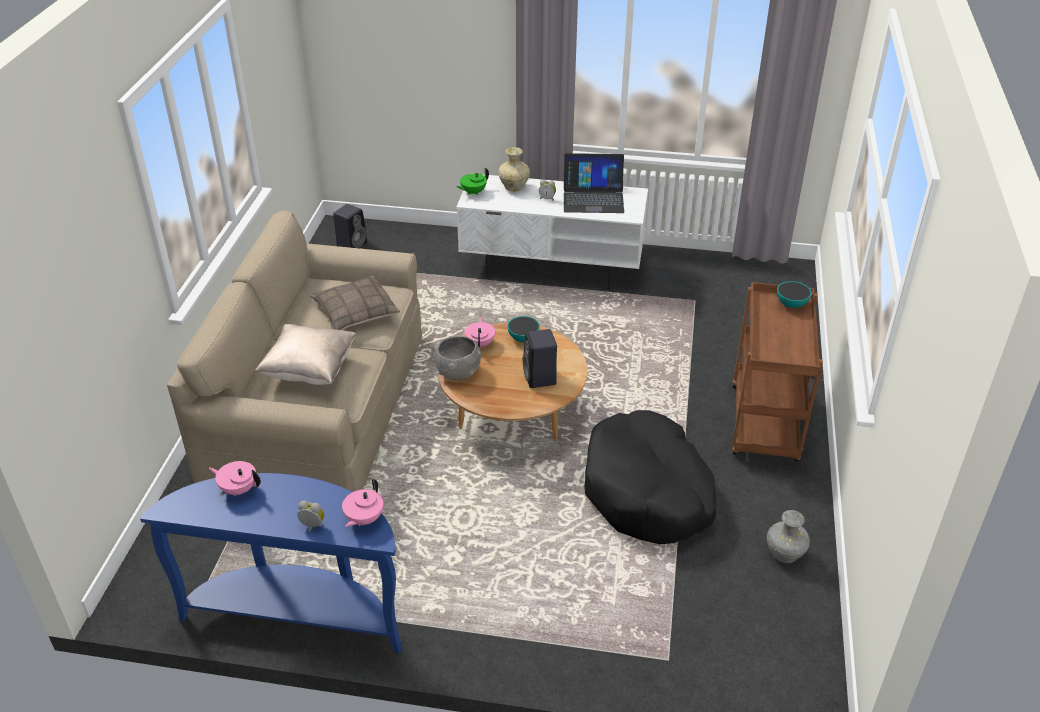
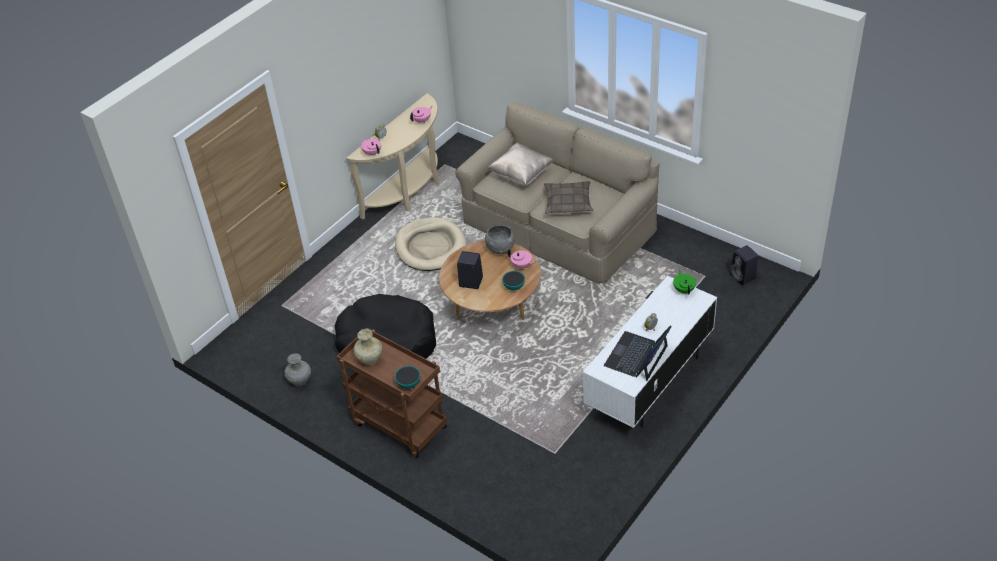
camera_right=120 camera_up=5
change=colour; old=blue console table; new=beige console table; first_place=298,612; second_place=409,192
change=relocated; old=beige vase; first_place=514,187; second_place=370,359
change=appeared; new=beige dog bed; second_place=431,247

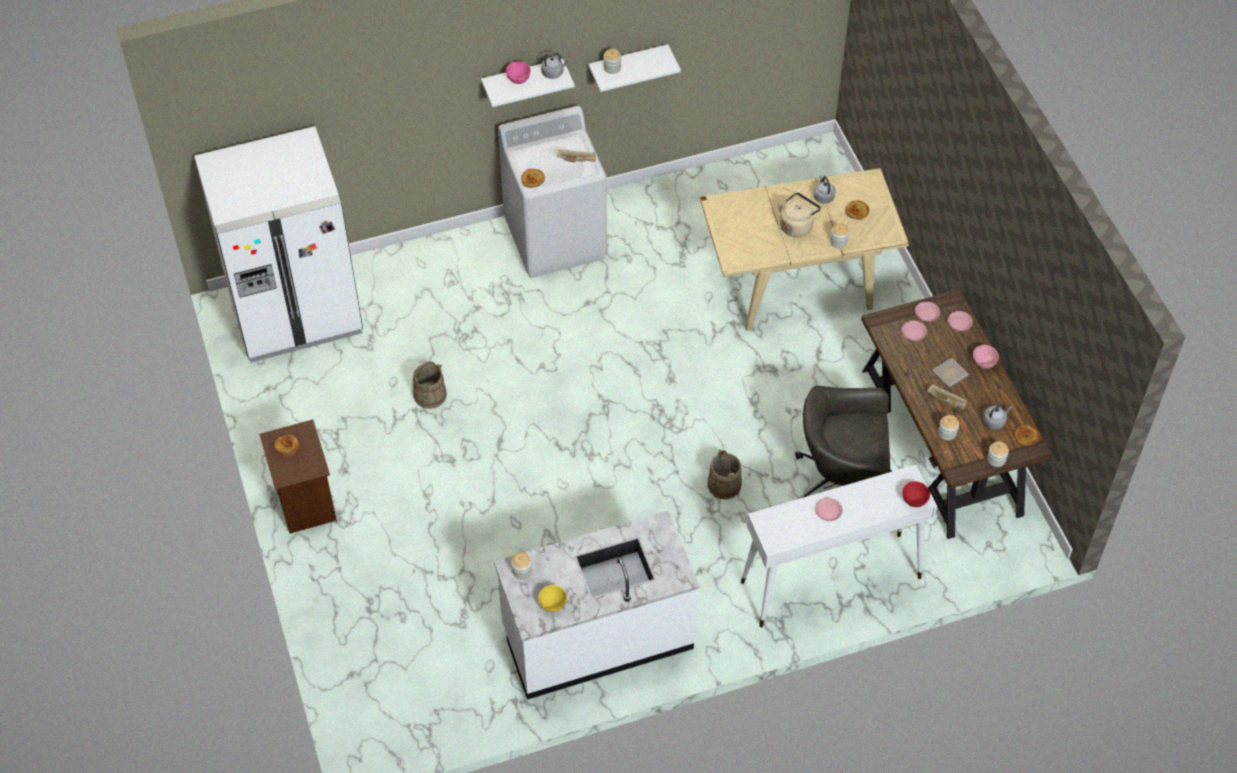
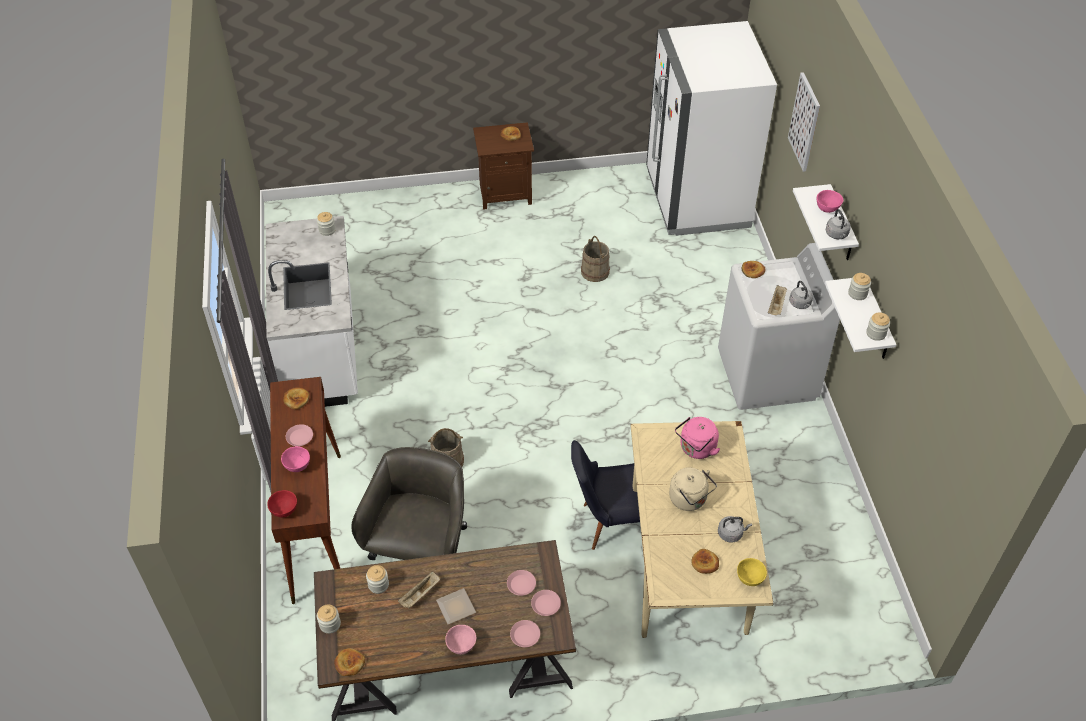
camera_right=100 camera_up=-5
change=colour; old=white console table; new=brown console table; first_place=830,580; second_place=317,525
change=appeared; new=pink bowl; second_place=297,466
change=appeared; new=bread; second_place=296,399
change=appeared; new=black chair; second_place=609,523
change=appeared; new=pink kettle; second_place=696,449
change=relocated; old=yellow bowl; first_place=553,604; second_place=750,579
change=appeared; new=picture; second_place=804,122
change=relocated; old=grey kettle; first_place=994,421; second_place=800,304
change=relocated; old=jar; first_place=838,241; second_place=876,333

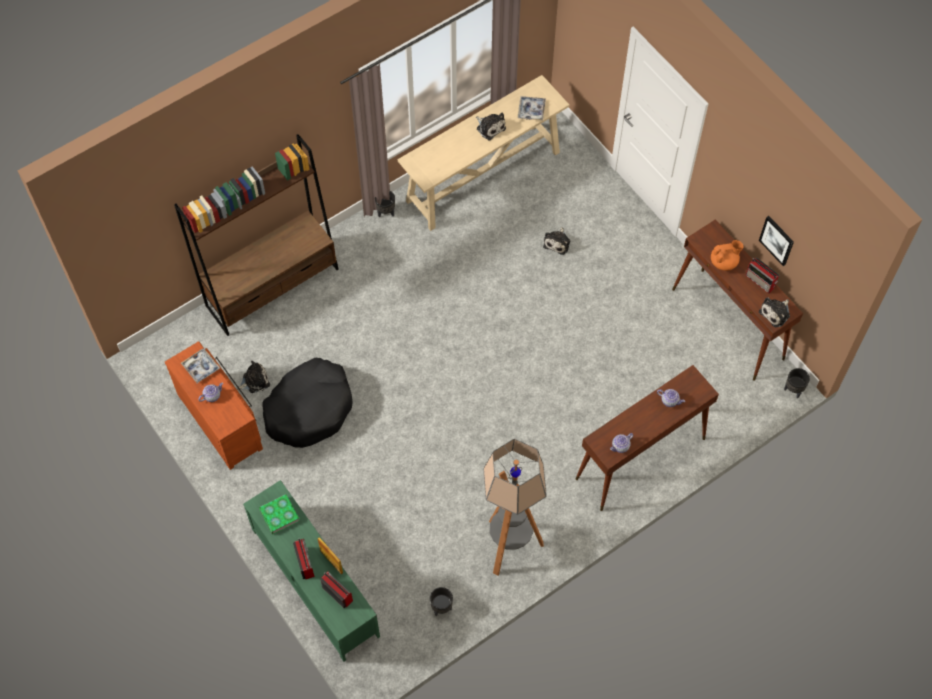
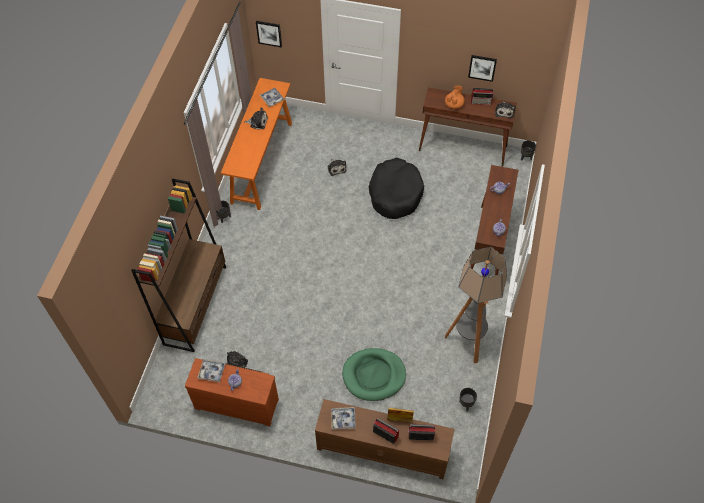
camera_right=-40 camera_up=-5
change=colour; old=beige console table; new=orange console table; first_place=484,176; second_place=262,161
change=appeared; new=picture; second_place=269,33
change=colour; old=green tv stand; new=brown tv stand; first_place=314,581; second_place=382,448
change=exchanged; old=book; new=tray; first_place=279,515; second_place=343,419
change=appeared; new=green dog bed; second_place=374,375
change=relocated; old=black dog bed; first_place=309,408; second_place=395,193

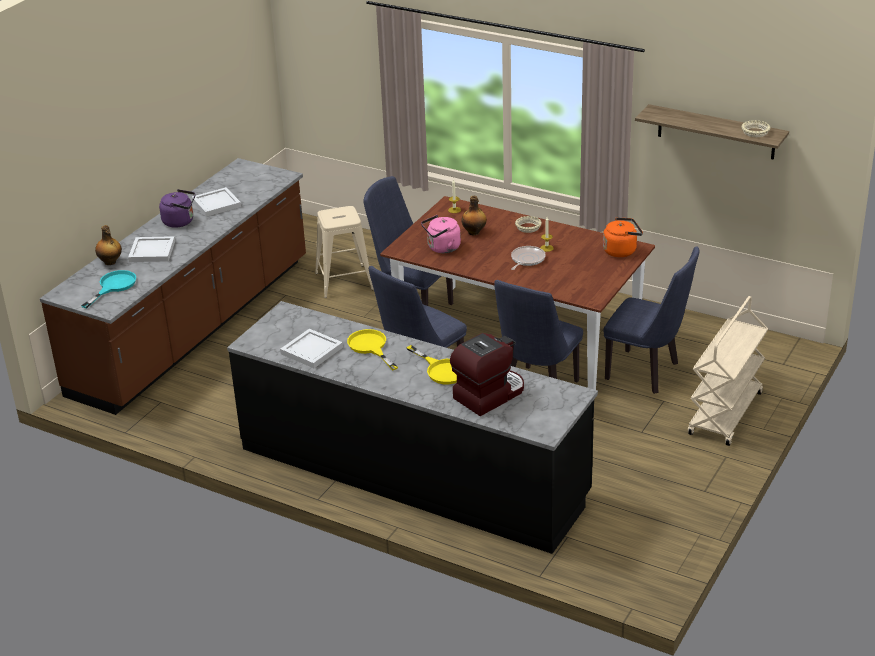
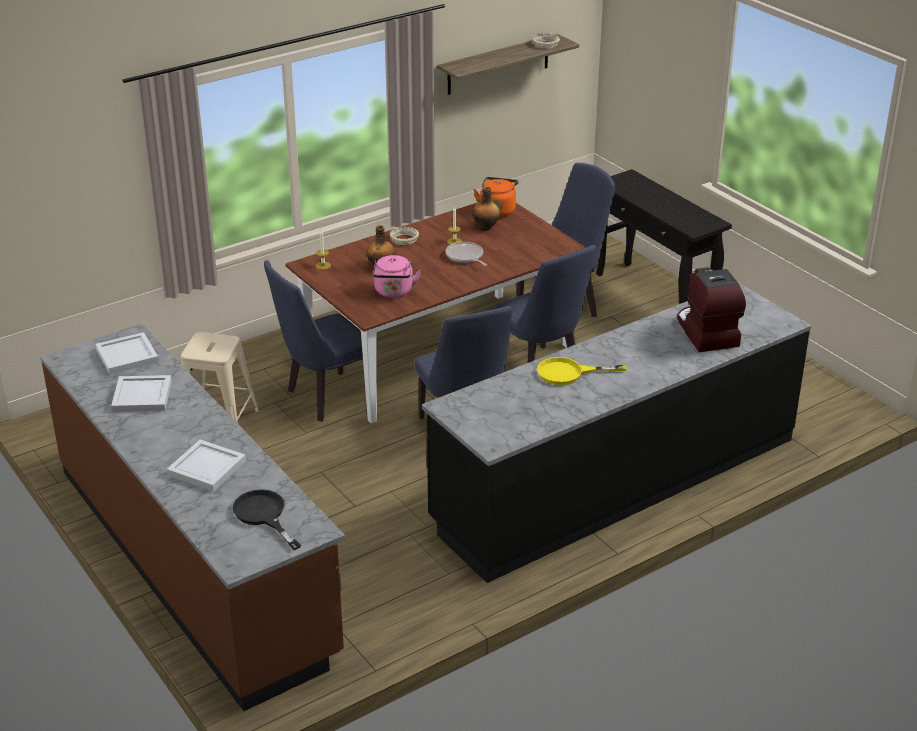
camera_right=-65 camera_up=0
change=relocated; old=white tray; first_place=312,350; second_place=128,355
change=colour; old=turquoise frying pan; new=black frying pan; first_place=113,286; second_place=264,515
change=relocated; old=bottle; first_place=110,262; second_place=486,227
change=exchanged; old=beige cart; new=black console table; first_place=726,414; second_place=654,296
change=missing; old=purple kettle; first_place=180,221
change=missing; old=yellow frying pan; first_place=442,370

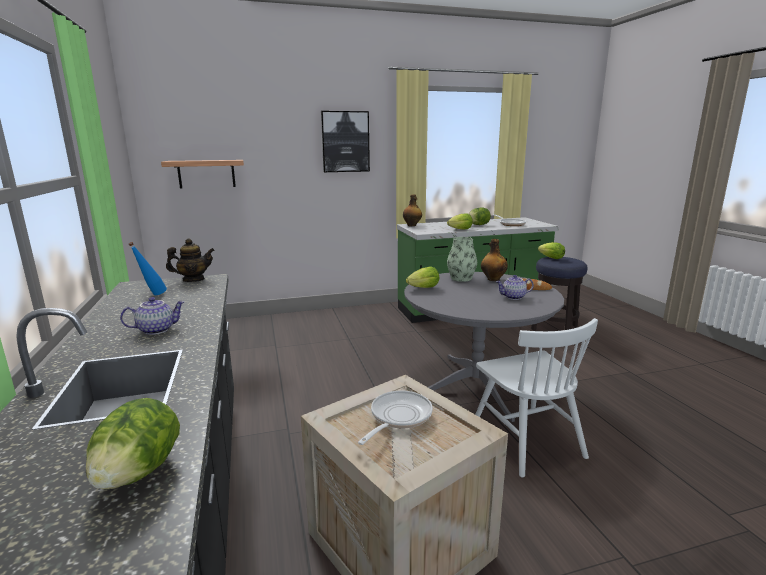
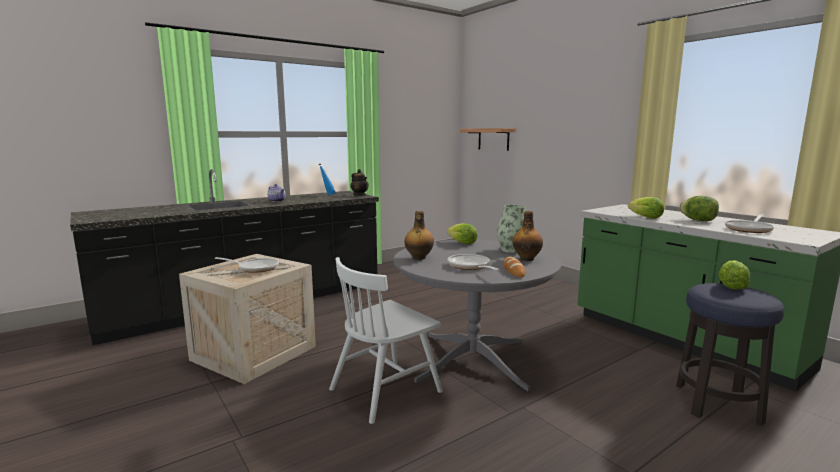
camera_right=70 camera_up=-5
change=relocated; old=bottle; first_place=412,225; second_place=418,258
change=exchanged; old=teapot; new=frying pan; first_place=513,297; second_place=470,266
change=missing; old=lettuce; first_place=139,472
change=missing; old=picture; first_place=345,142

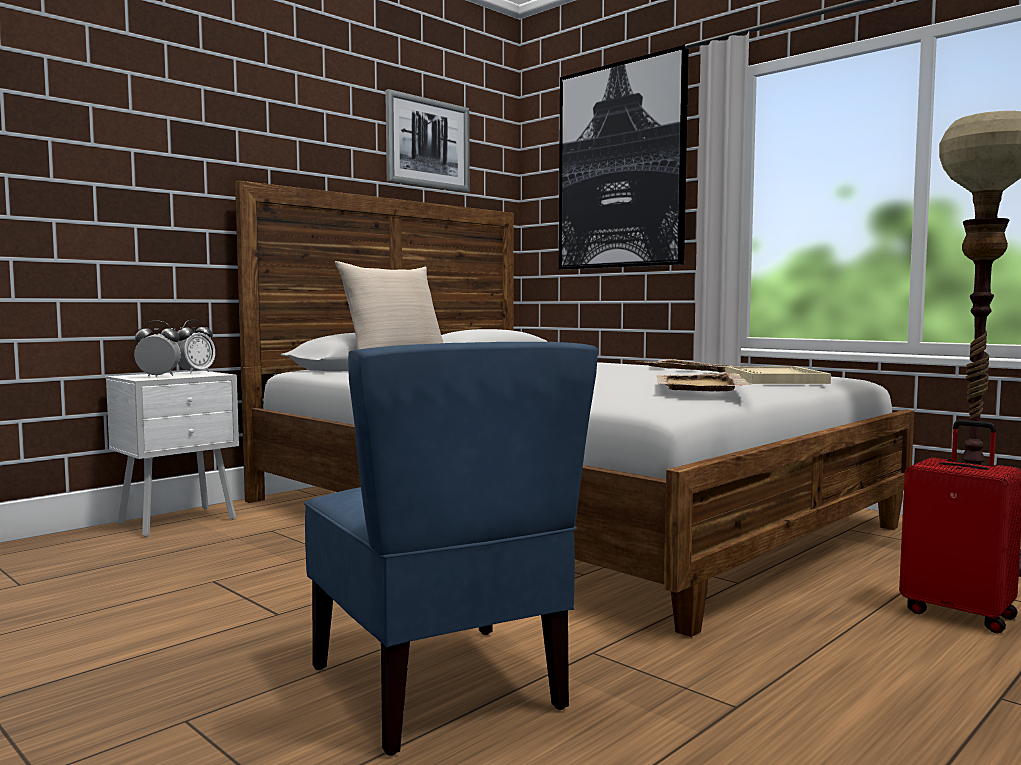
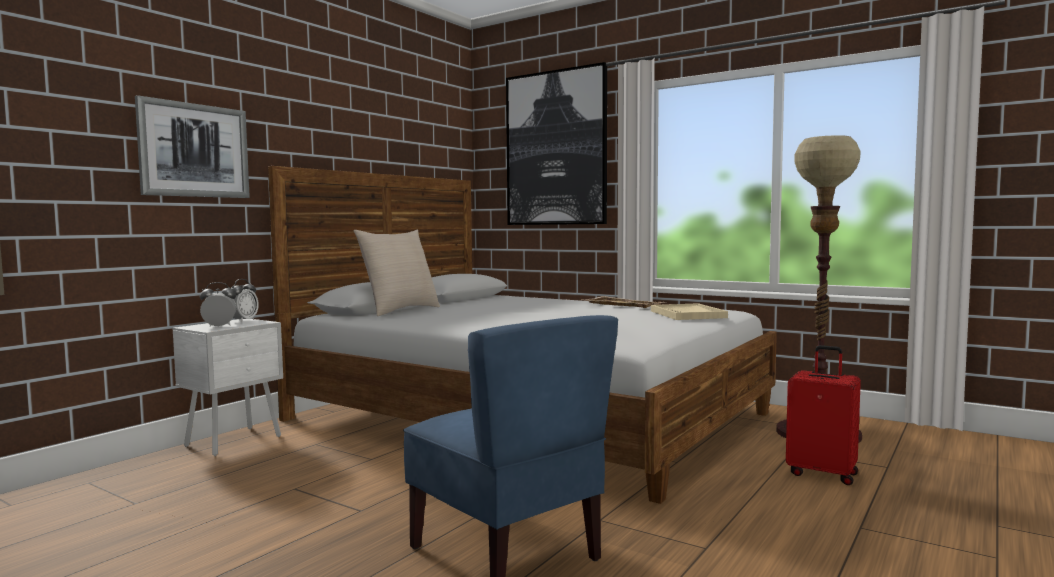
camera_right=-10 camera_up=0
change=relocated; old=picture; first_place=428,143; second_place=194,150
change=missing; old=beige tray; first_place=699,387

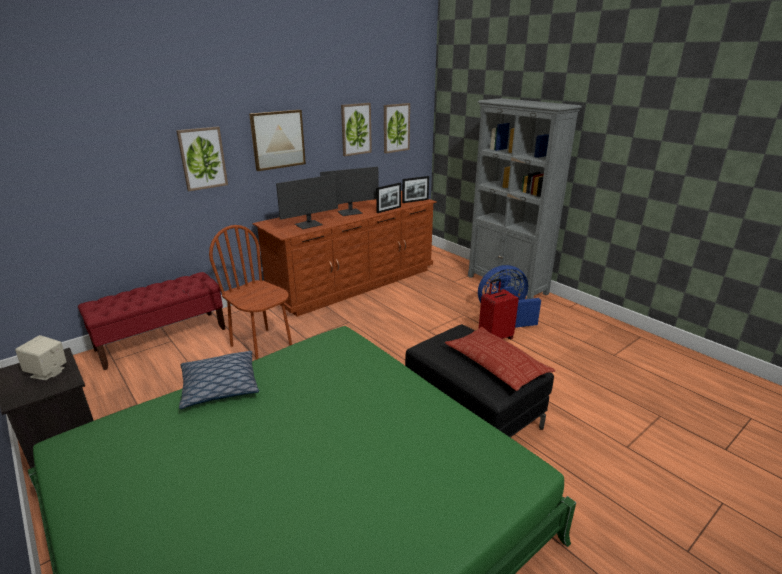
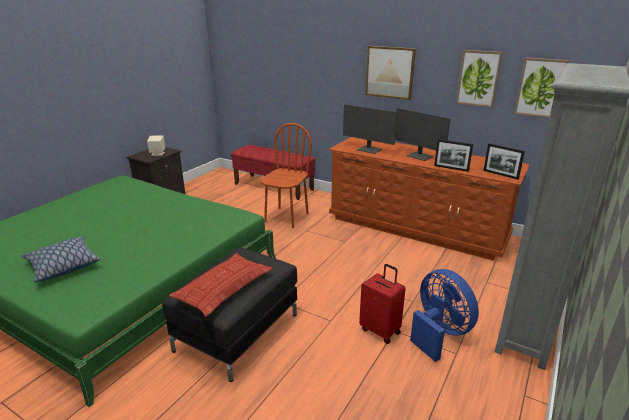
camera_right=70 camera_up=0
change=relocated; old=pillow; first_place=220,387; second_place=63,266
change=missing; old=picture; first_place=202,158

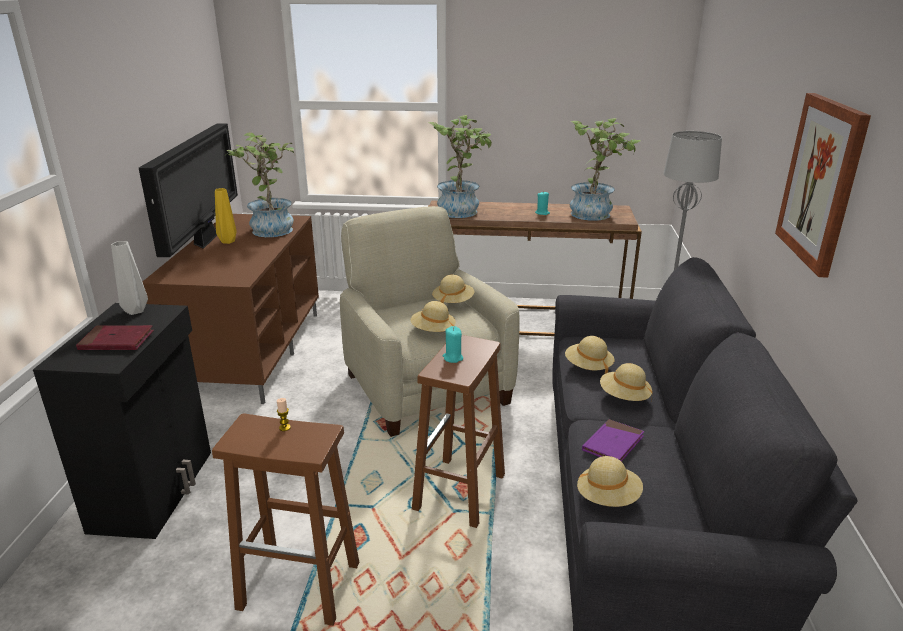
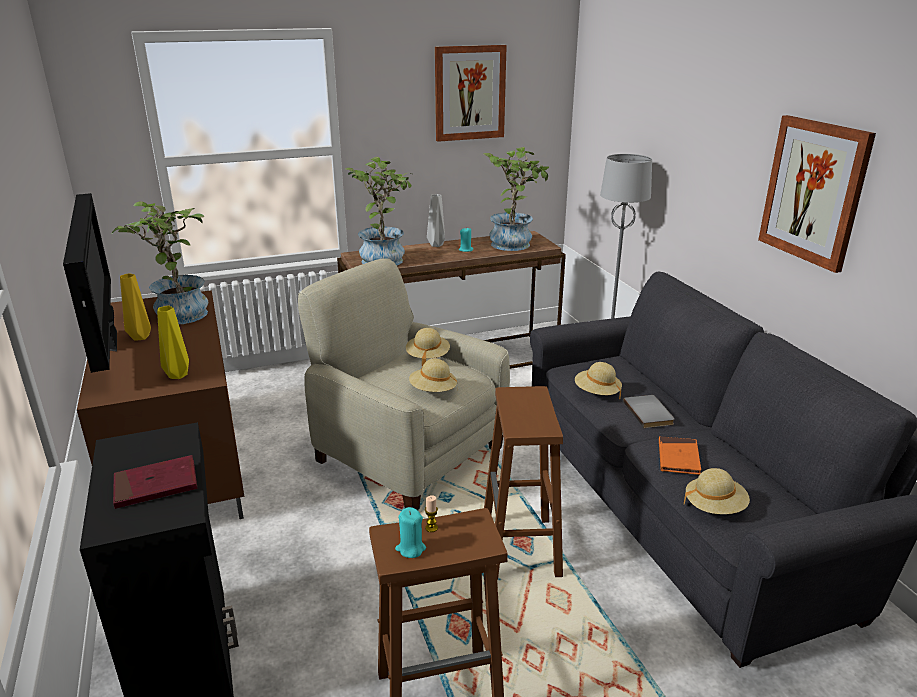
camera_right=-25 camera_up=0
change=appeared; new=yellow vase; second_place=177,375
change=relocated; old=turquoise candle; first_place=453,358; second_place=410,548
change=relocated; old=grey vase; first_place=134,311; second_place=435,245
change=appeared; new=picture; second_place=469,93
change=exchanged; old=beige hat; new=grey book; first_place=624,397; second_place=650,413
change=colour; old=purple book; new=orange book; first_place=613,444; second_place=678,458

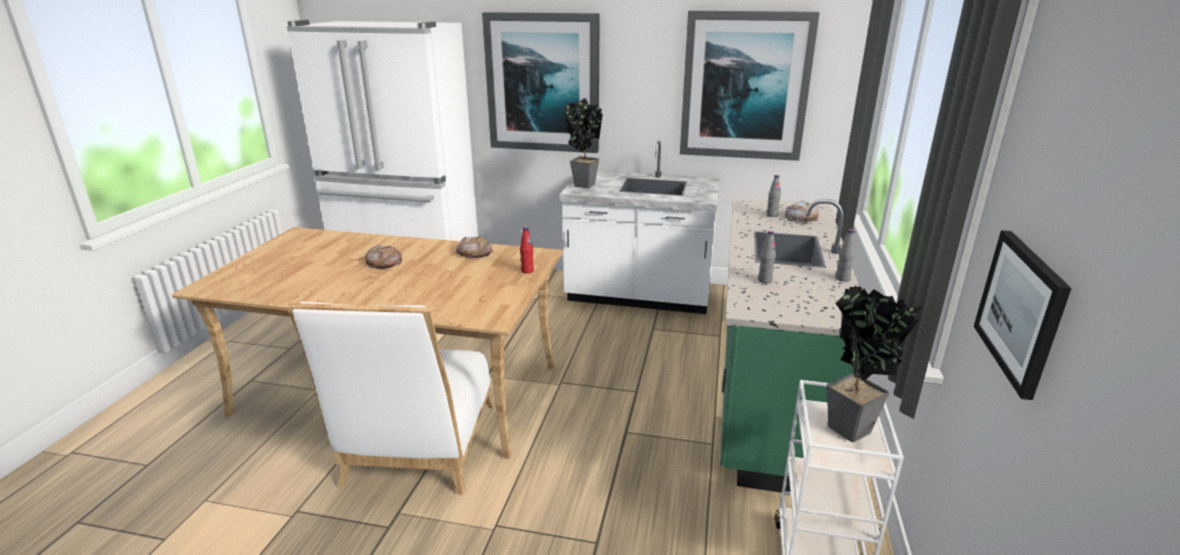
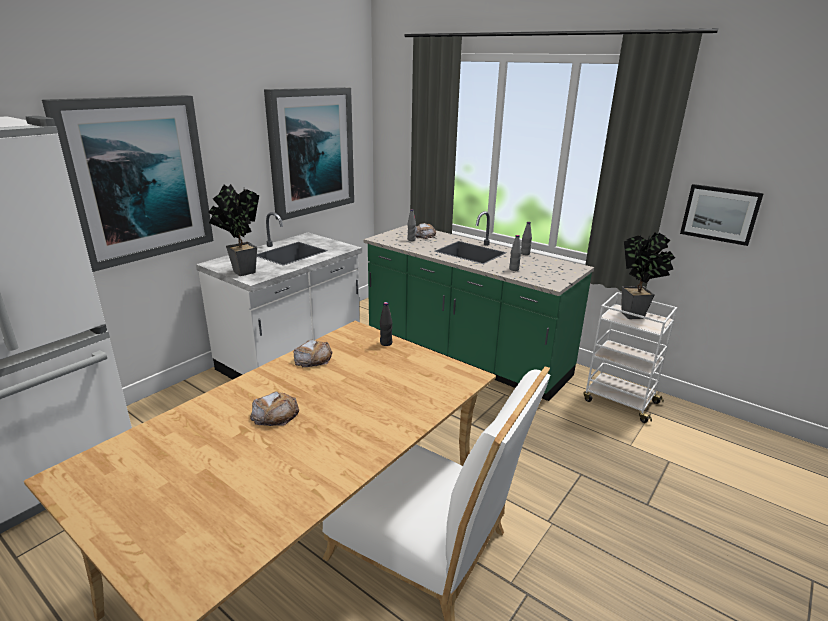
camera_right=-65 camera_up=0
change=colour; old=red bottle; new=black bottle; first_place=527,271; second_place=386,343

